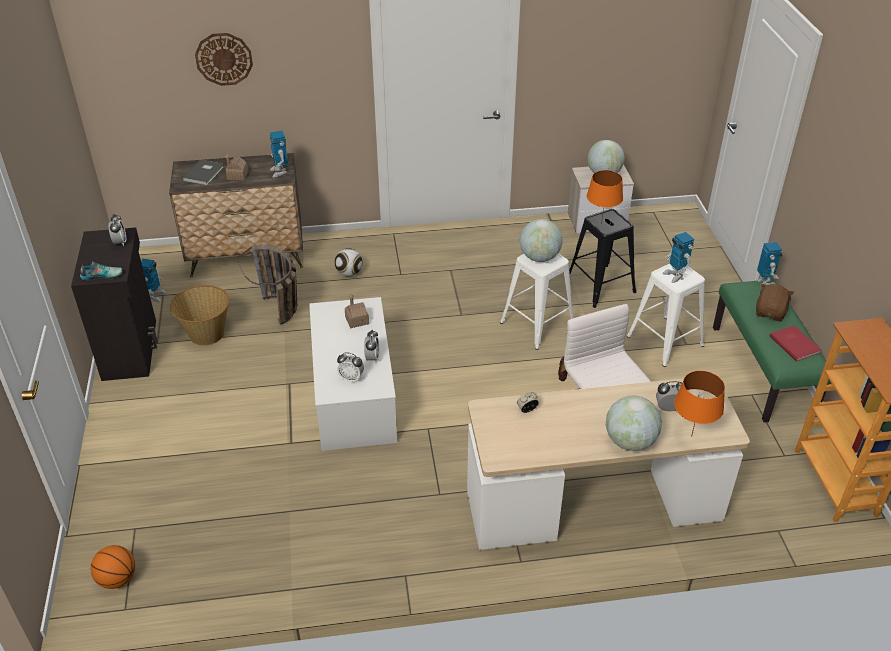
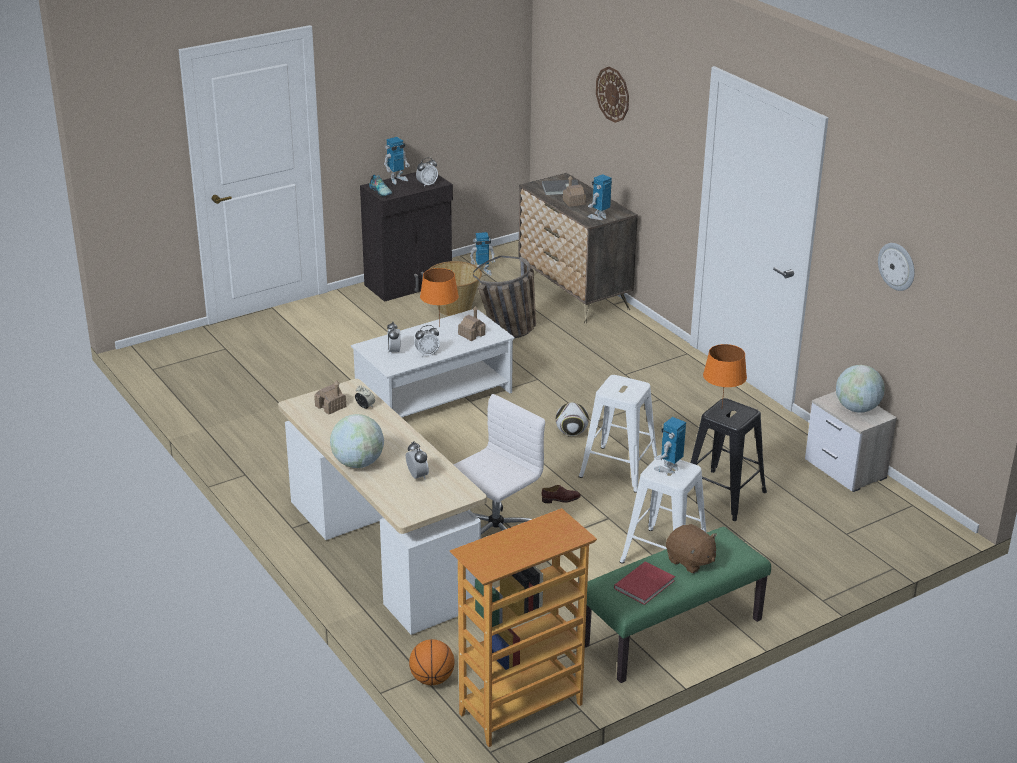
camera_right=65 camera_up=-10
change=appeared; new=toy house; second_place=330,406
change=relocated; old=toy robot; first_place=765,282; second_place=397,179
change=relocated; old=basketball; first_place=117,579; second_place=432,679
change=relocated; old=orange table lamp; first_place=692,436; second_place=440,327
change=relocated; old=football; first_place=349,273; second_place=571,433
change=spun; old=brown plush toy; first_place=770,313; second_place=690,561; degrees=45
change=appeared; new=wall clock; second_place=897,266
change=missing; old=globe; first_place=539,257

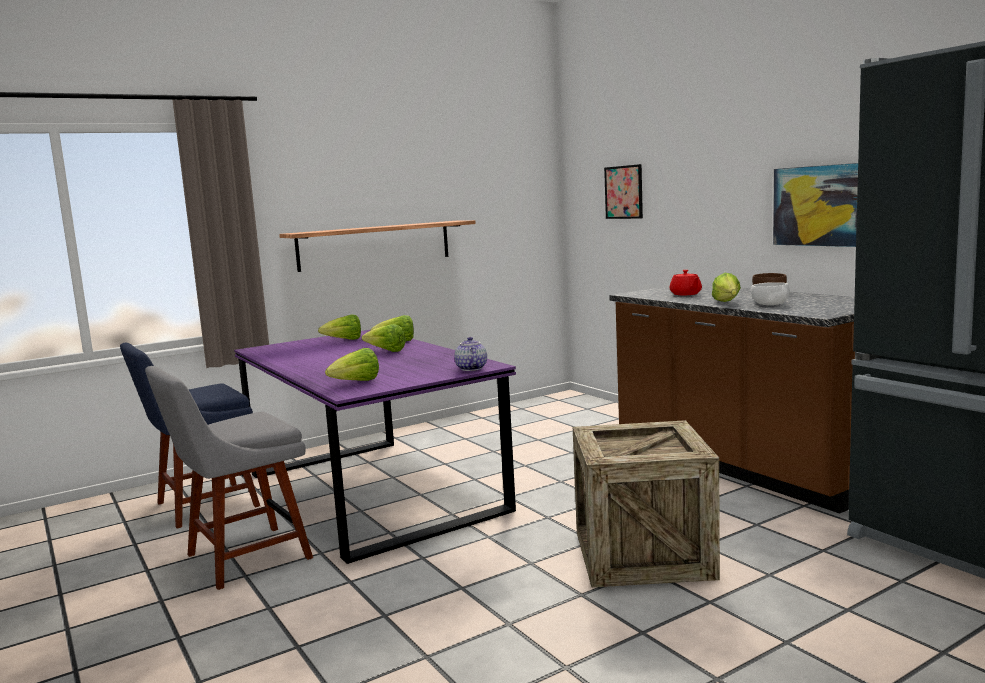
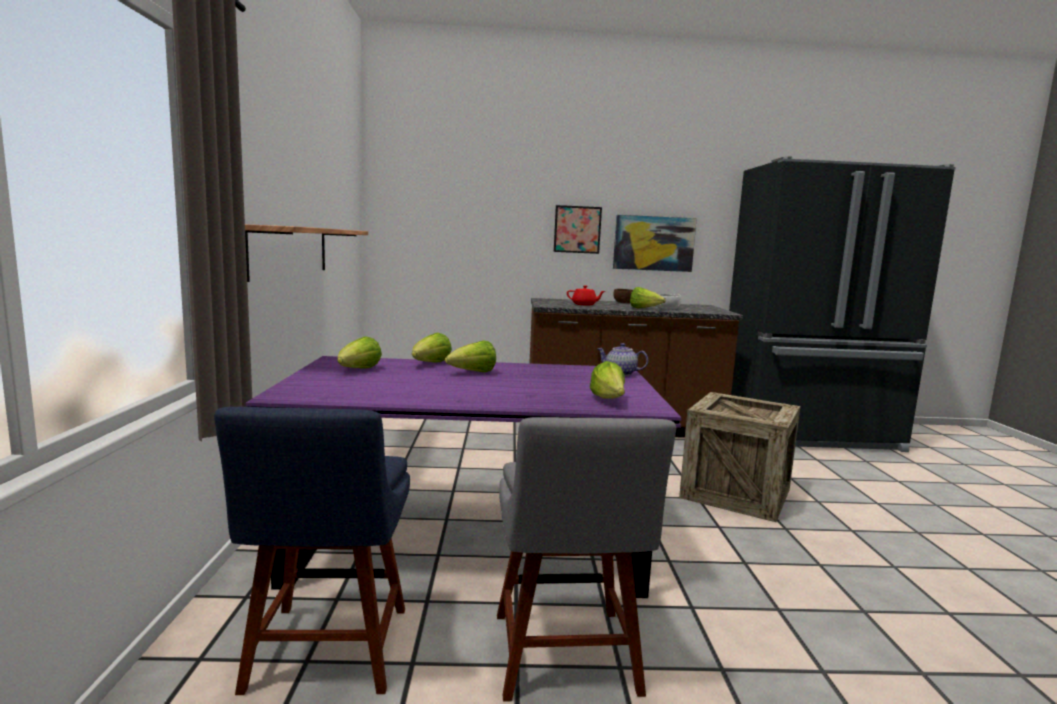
camera_right=-60 camera_up=0
change=relocated; old=picture; first_place=624,192; second_place=577,229

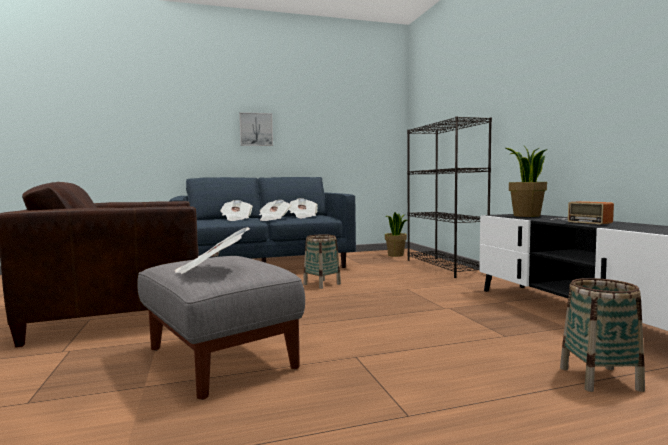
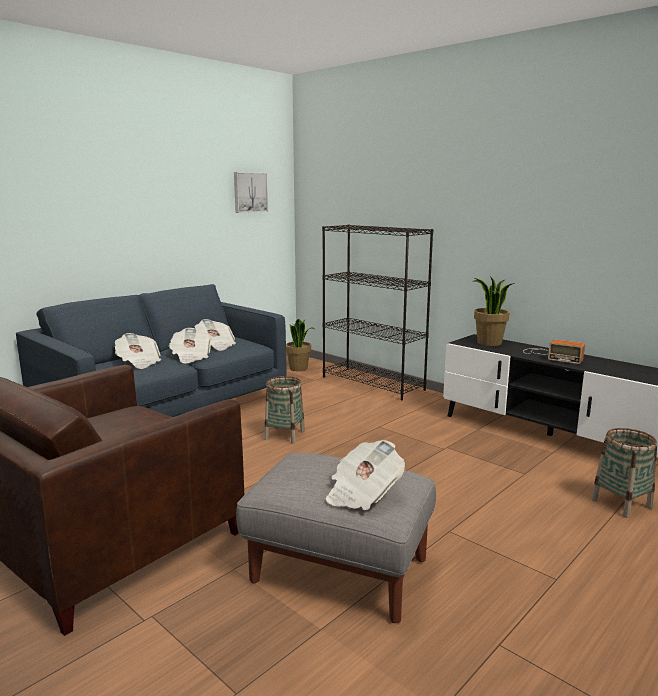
camera_right=-30 camera_up=10
change=relocated; old=picture; first_place=256,129; second_place=250,192

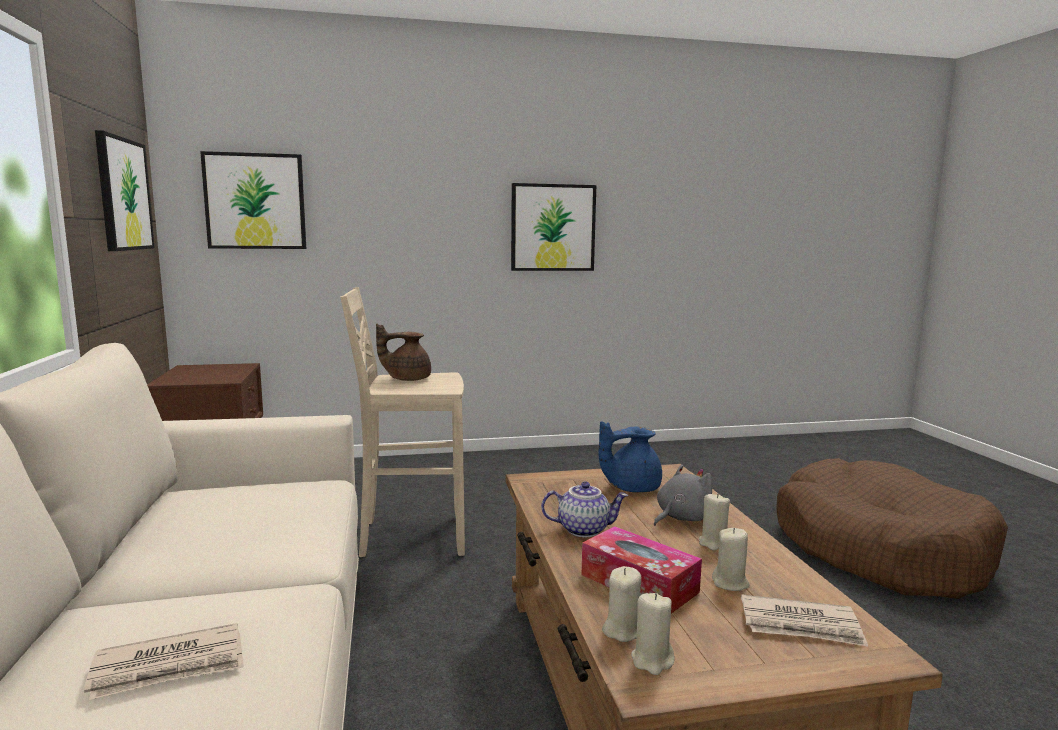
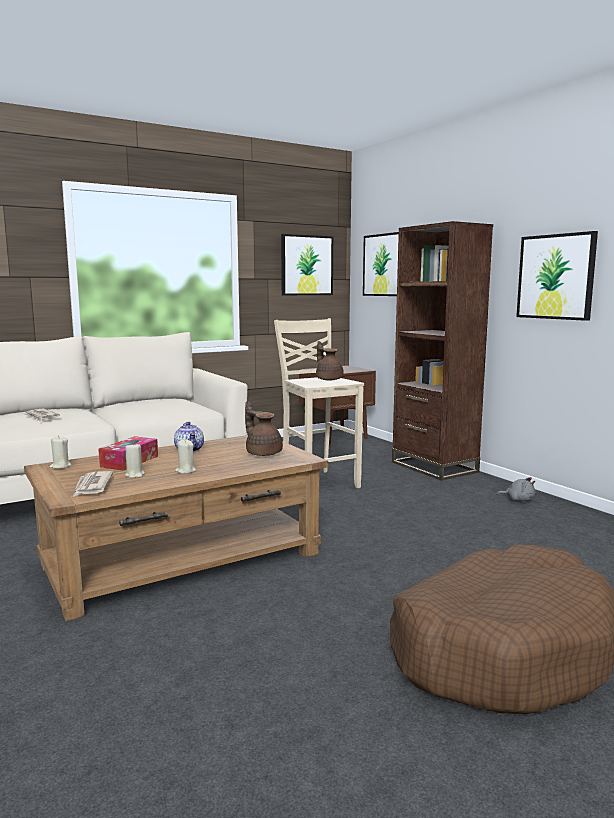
camera_right=70 camera_up=0
change=colour; old=blue teapot; new=brown teapot; first_place=630,487; second_place=263,453
change=appeared; new=brown bookcase; second_place=434,467
change=relocated; old=grey plush toy; first_place=681,518; second_place=518,500
change=missing; old=beige candle; first_place=622,630

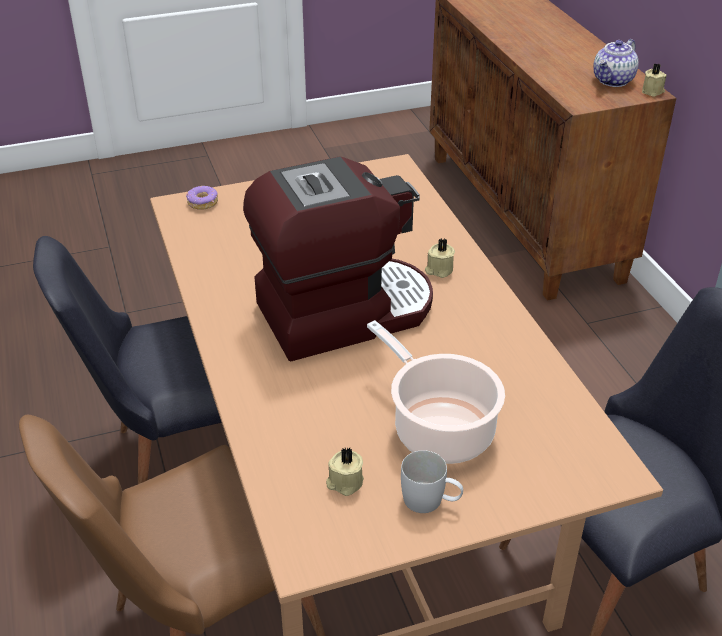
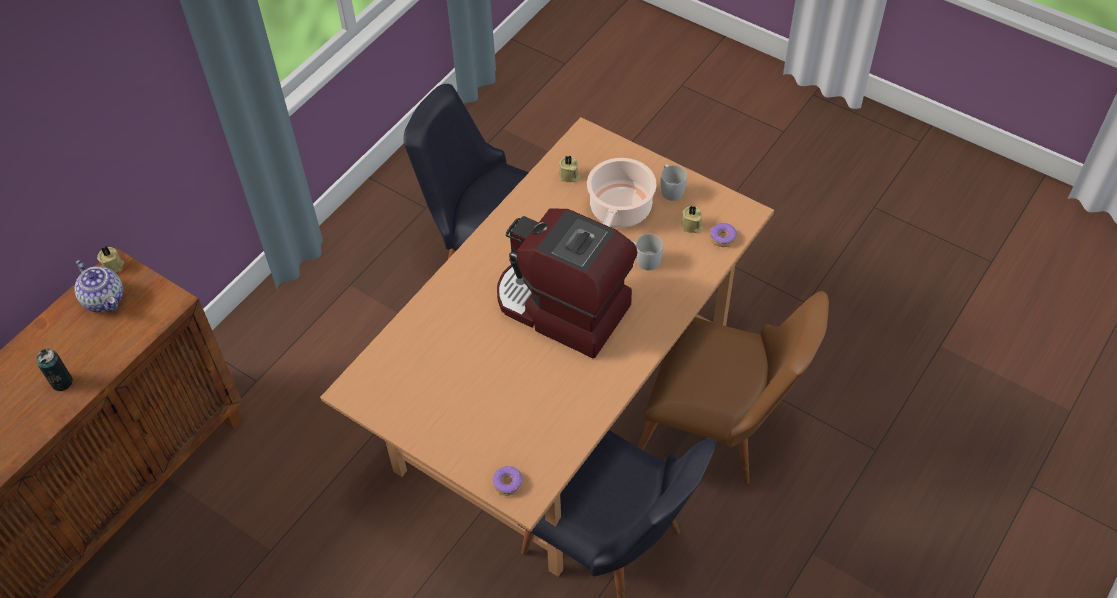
camera_right=-125 camera_up=15
change=appeared; new=can; second_place=62,382
change=spun; old=teapot; first_place=613,81; second_place=105,299; degrees=45
change=relocated; old=beige candle; first_place=439,270; second_place=569,176
change=appeared; new=white mug; second_place=643,260
change=appeared; new=donut; second_place=722,238

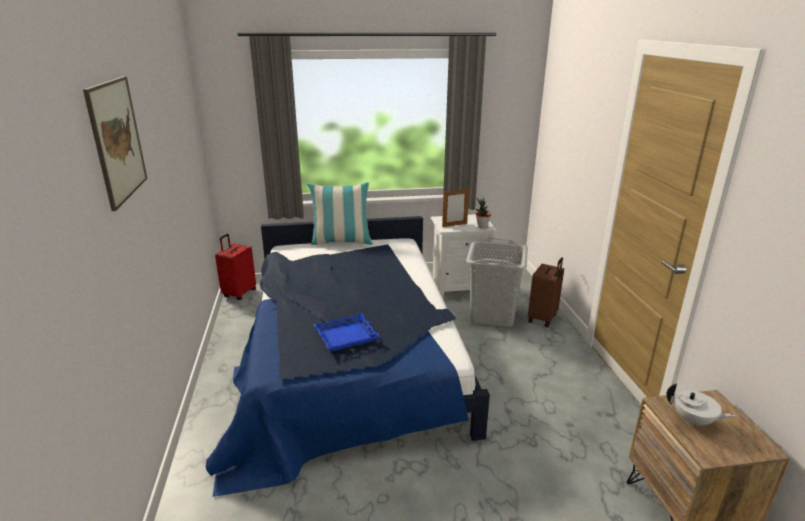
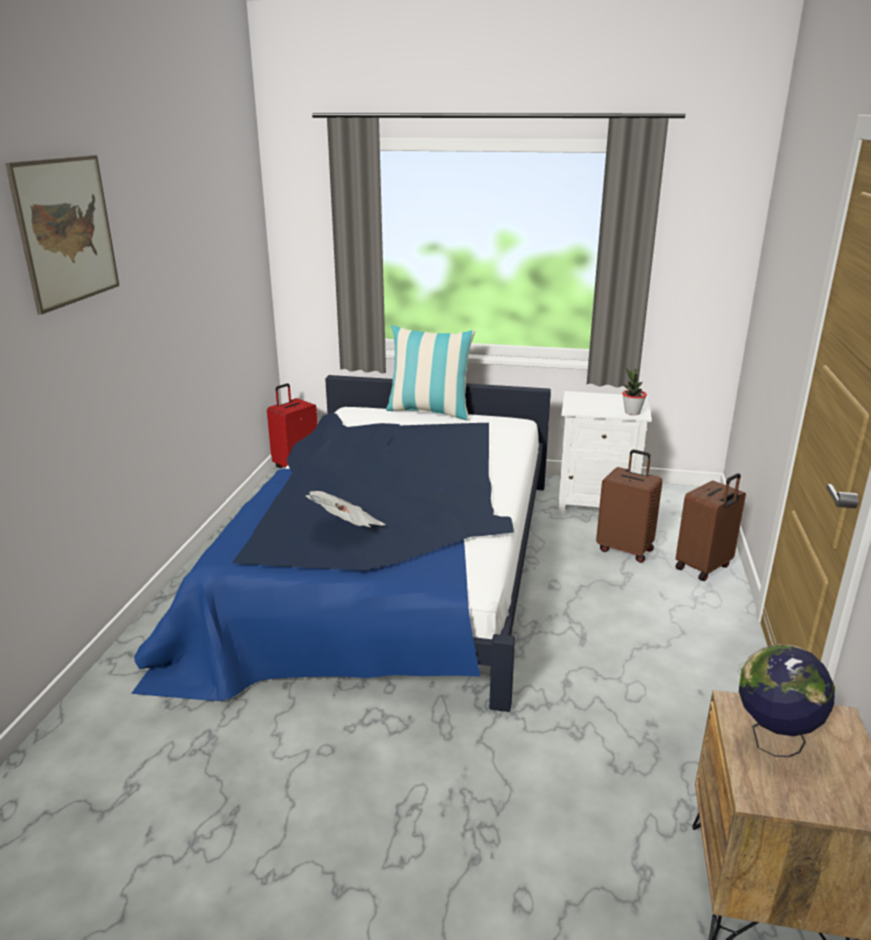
camera_right=20 camera_up=0
change=exchanged; old=blue tray; new=newspaper; first_place=346,336; second_place=347,527
change=exchanged; old=grey laundry basket; new=brown suitcase; first_place=493,315; second_place=625,549
change=exchanged; old=white teapot; new=globe; first_place=693,421; second_place=773,741
change=missing; old=picture frame; first_place=454,225

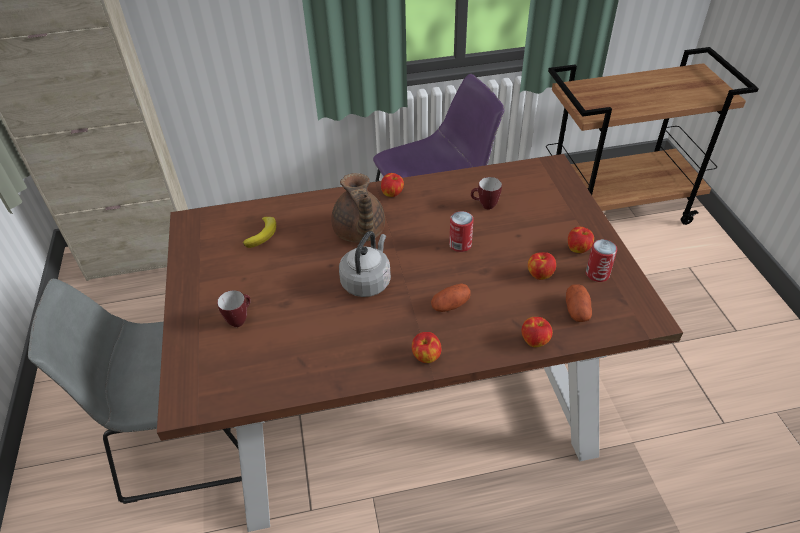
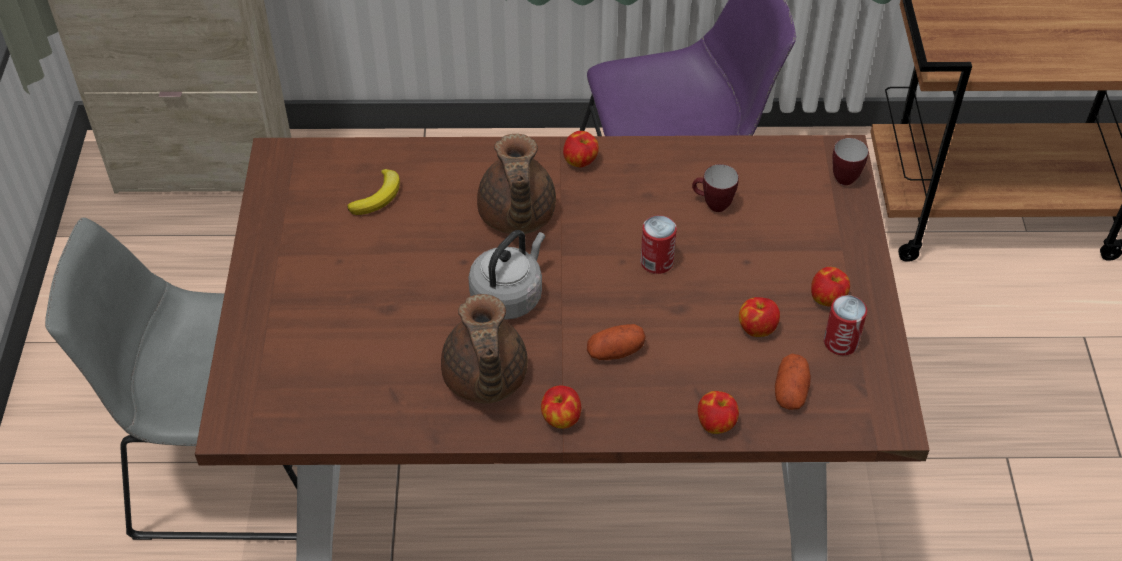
camera_right=10 camera_up=5
change=appeared; new=brown teapot; second_place=484,380
change=relocated; old=mug; first_place=240,319; second_place=847,176

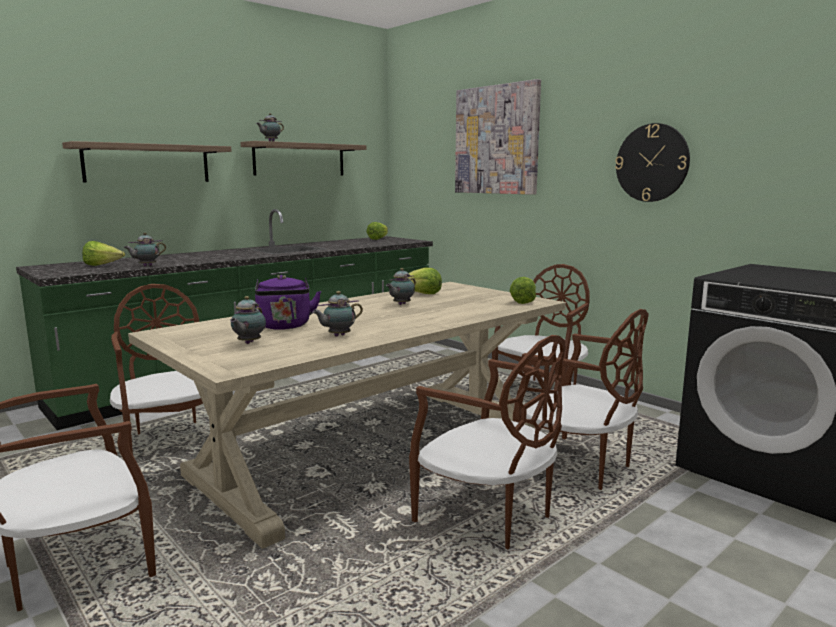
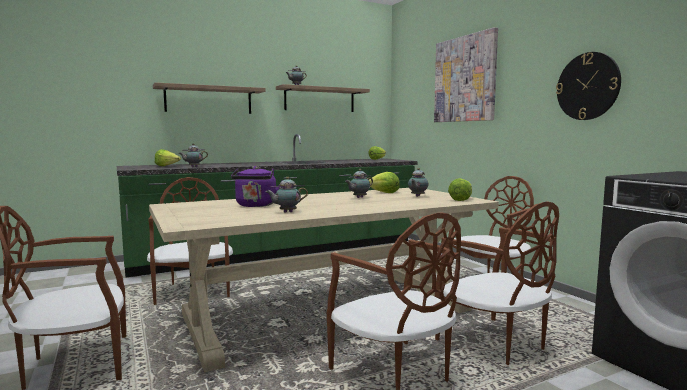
camera_right=15 camera_up=-5
change=relocated; old=teapot; first_place=248,343; second_place=417,196

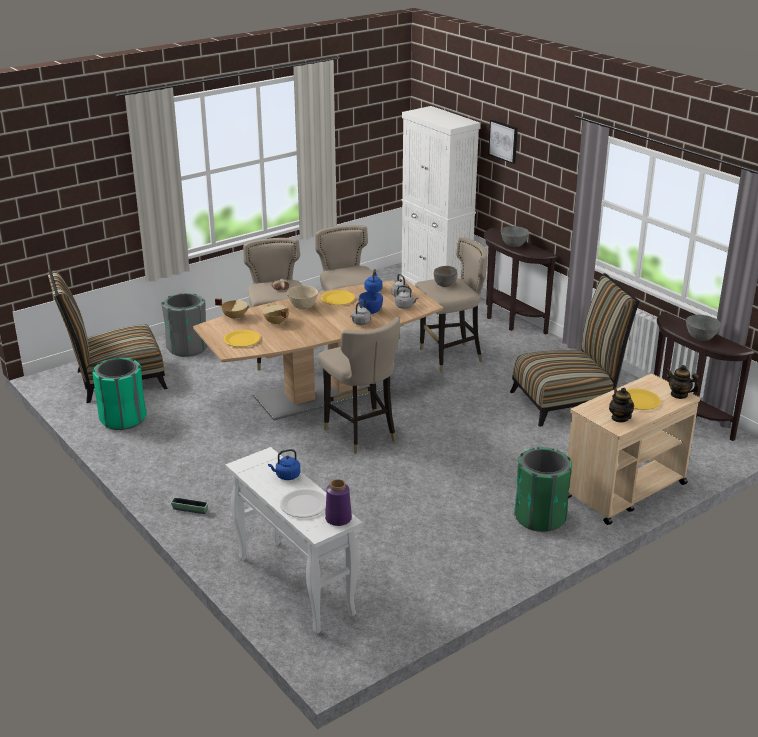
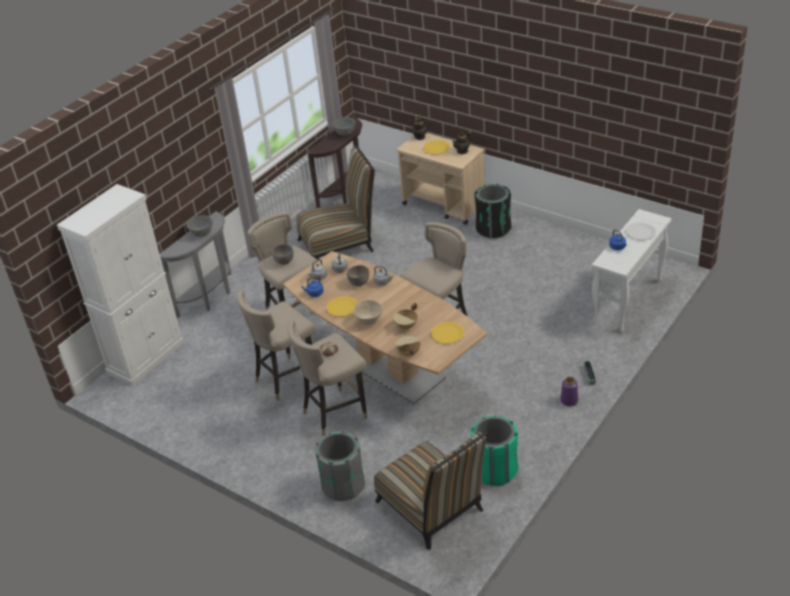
camera_right=-105 camera_up=10
change=colour; old=brown console table; new=grey console table; first_place=509,321; second_place=211,297
change=spun; old=chair; first_place=568,401; second_place=340,244; degrees=105
change=colour; old=blue bowl; new=grey bowl; first_place=370,312; second_place=359,283
change=colour; old=green trash can; new=black trash can; first_place=540,517; second_place=493,229
change=relocated; old=purple vase; first_place=338,519; second_place=569,401
change=missing; old=picture; first_place=503,141

